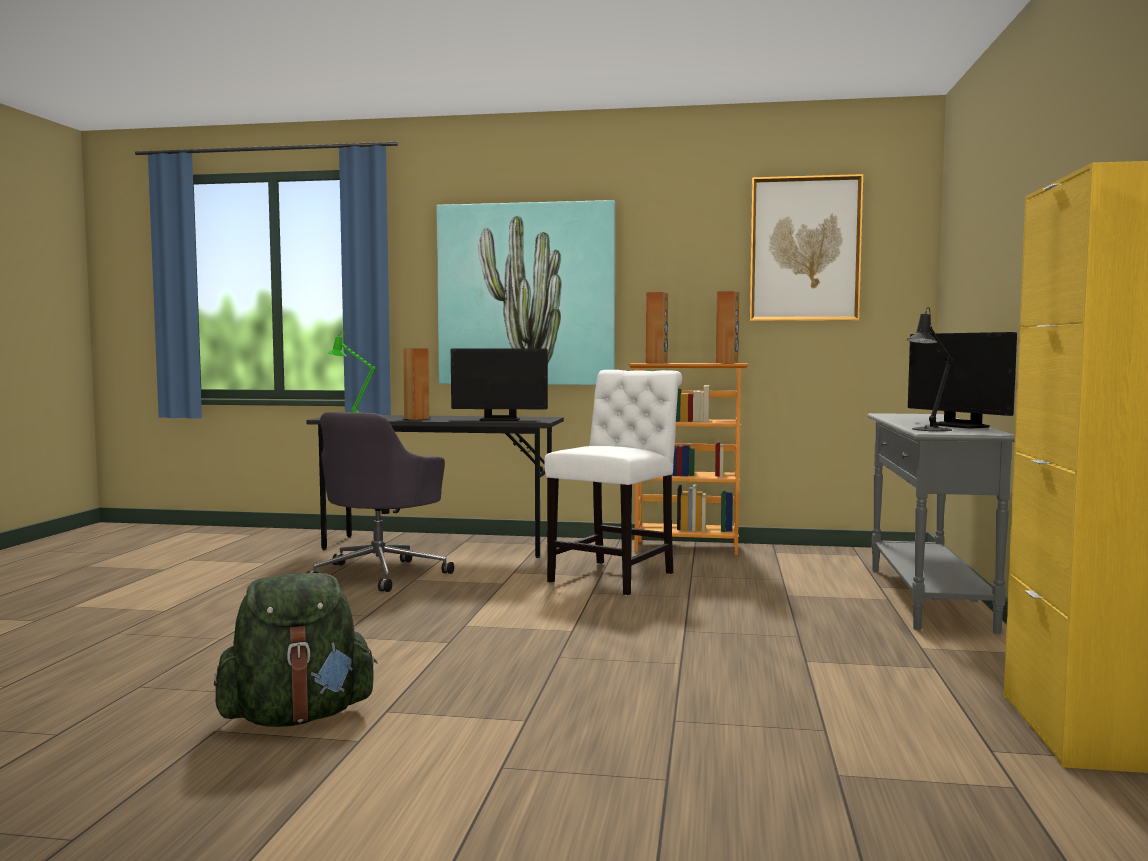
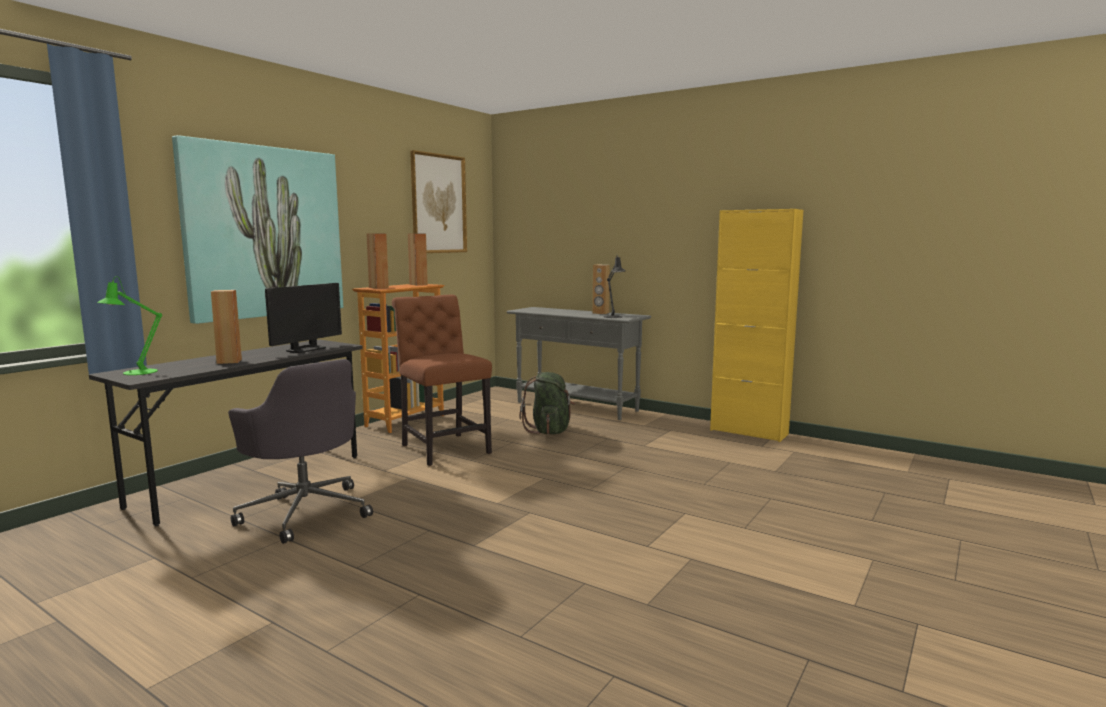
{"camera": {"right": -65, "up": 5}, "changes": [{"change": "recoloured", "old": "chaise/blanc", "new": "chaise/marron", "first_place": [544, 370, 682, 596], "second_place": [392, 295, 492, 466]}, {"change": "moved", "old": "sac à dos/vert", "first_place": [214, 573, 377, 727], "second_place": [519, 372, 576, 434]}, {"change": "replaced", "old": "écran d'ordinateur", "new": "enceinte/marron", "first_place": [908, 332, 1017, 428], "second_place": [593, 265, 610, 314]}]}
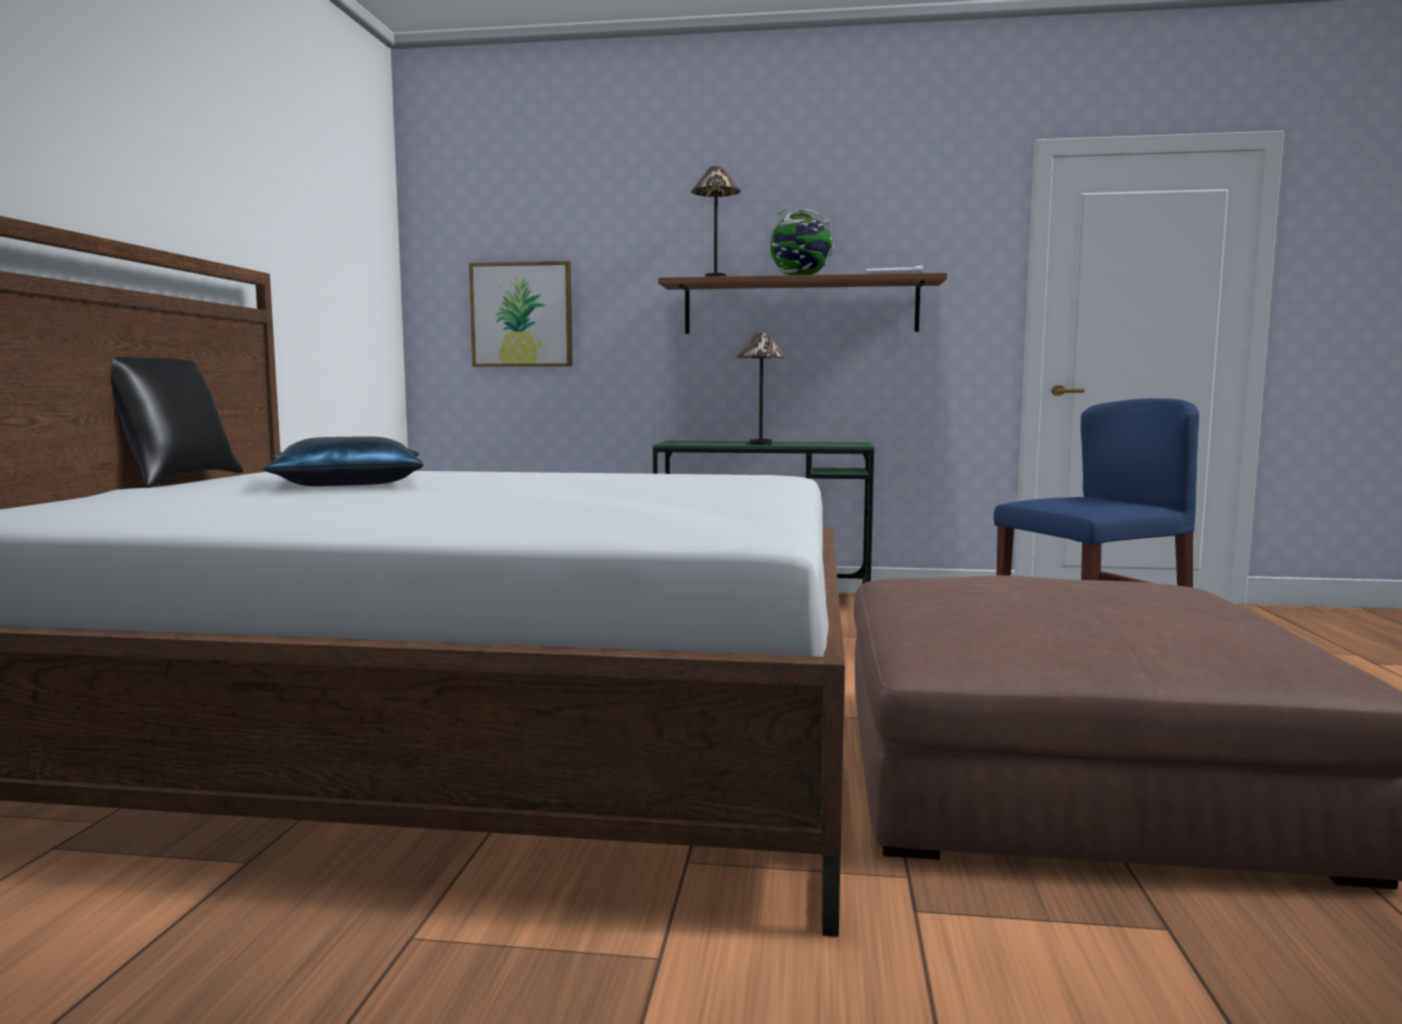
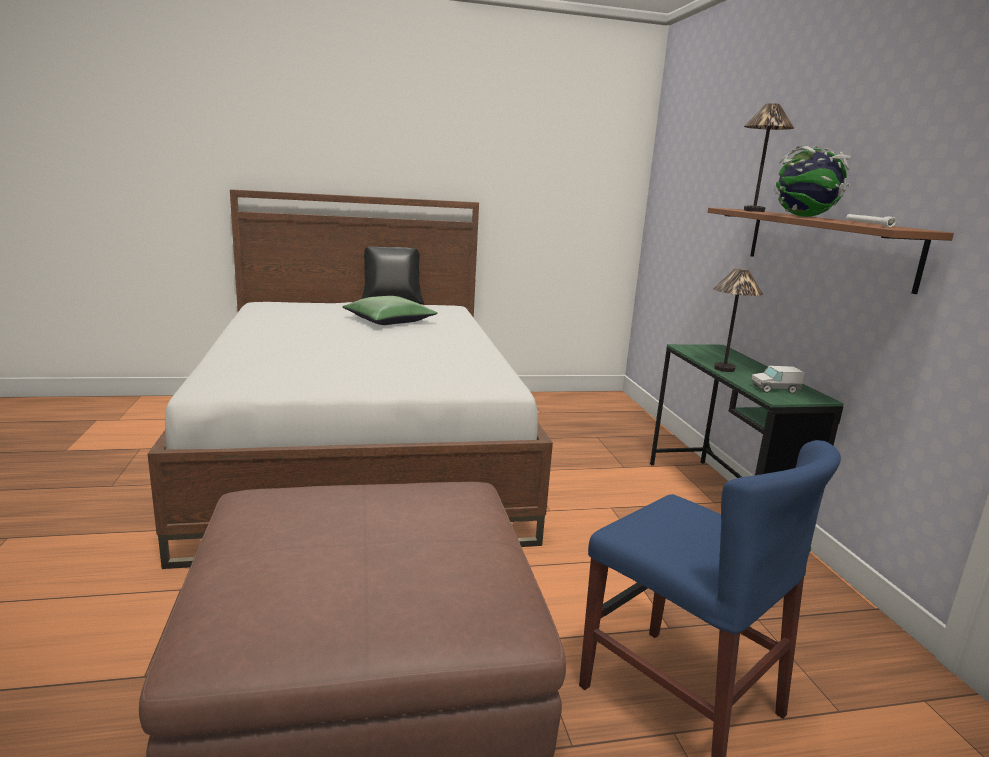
{"camera": {"right": 70, "up": 10}, "changes": [{"change": "recoloured", "old": "coussin/bleu", "new": "coussin/vert", "first_place": [263, 436, 424, 486], "second_place": [342, 296, 438, 325]}, {"change": "added", "new": "camion jouet", "second_place": [751, 366, 805, 393]}, {"change": "removed", "old": "tableau", "first_place": [469, 261, 573, 367]}]}
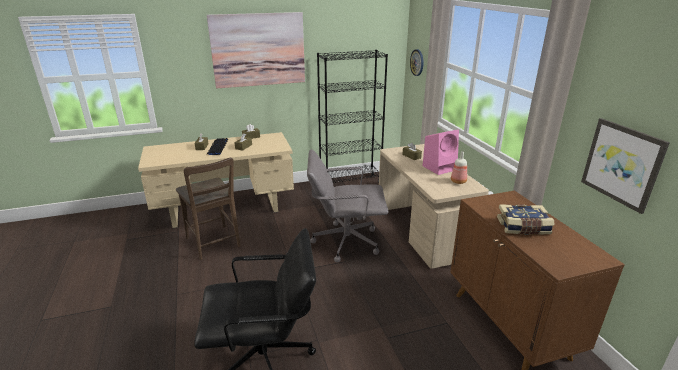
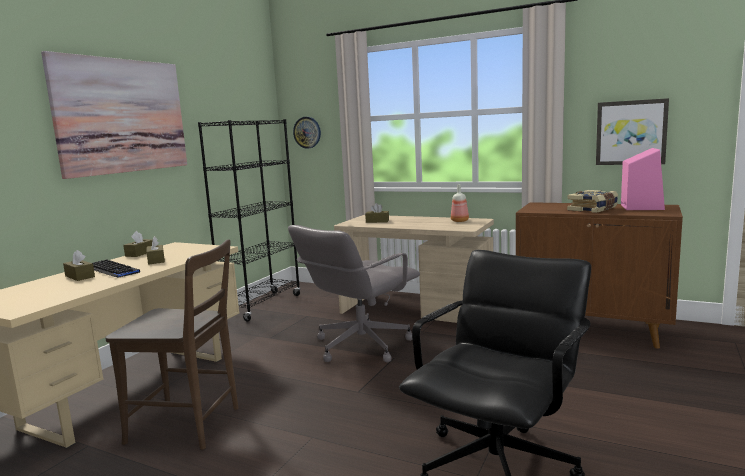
{"camera": {"right": -45, "up": -15}, "changes": [{"change": "moved", "old": "enceinte/rose", "first_place": [423, 129, 459, 175], "second_place": [621, 148, 665, 210]}]}
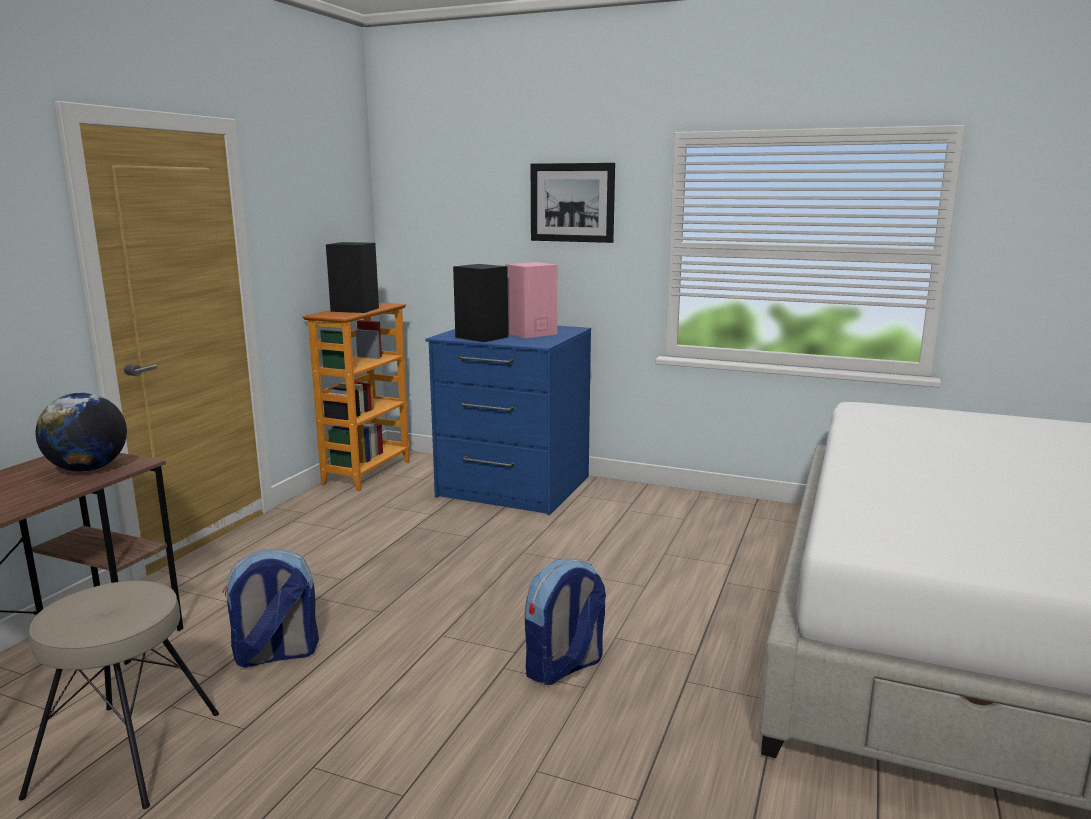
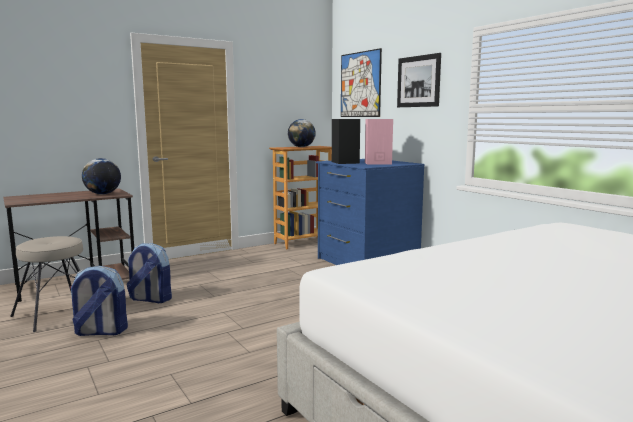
{"camera": {"right": 35, "up": -5}, "changes": [{"change": "moved", "old": "sac à dos", "first_place": [525, 559, 606, 685], "second_place": [70, 266, 128, 336]}, {"change": "replaced", "old": "enceinte/noir", "new": "globe", "first_place": [326, 242, 379, 313], "second_place": [288, 119, 316, 147]}, {"change": "added", "new": "tableau", "second_place": [341, 48, 382, 117]}]}
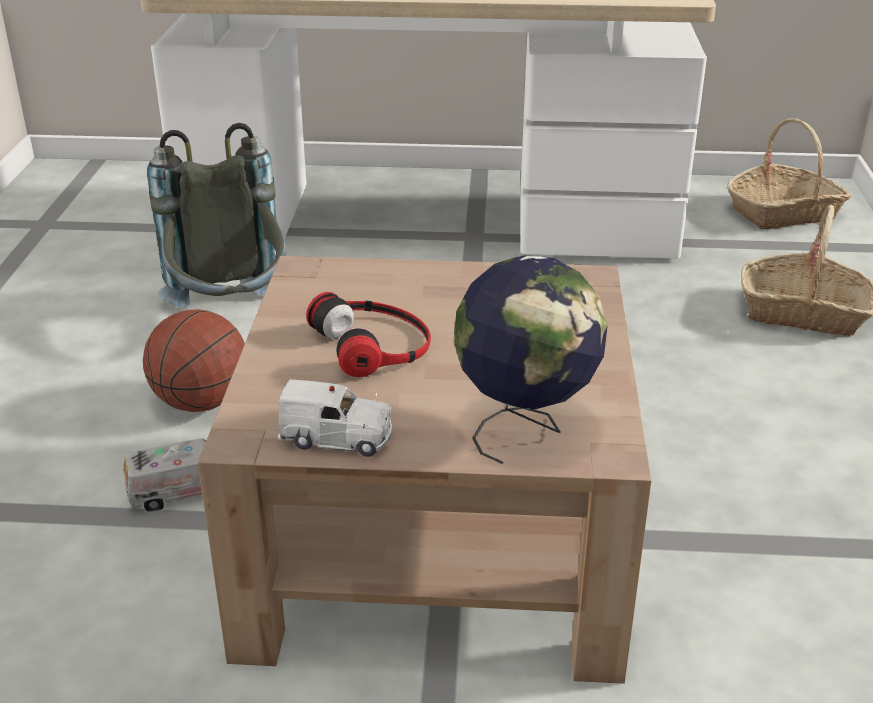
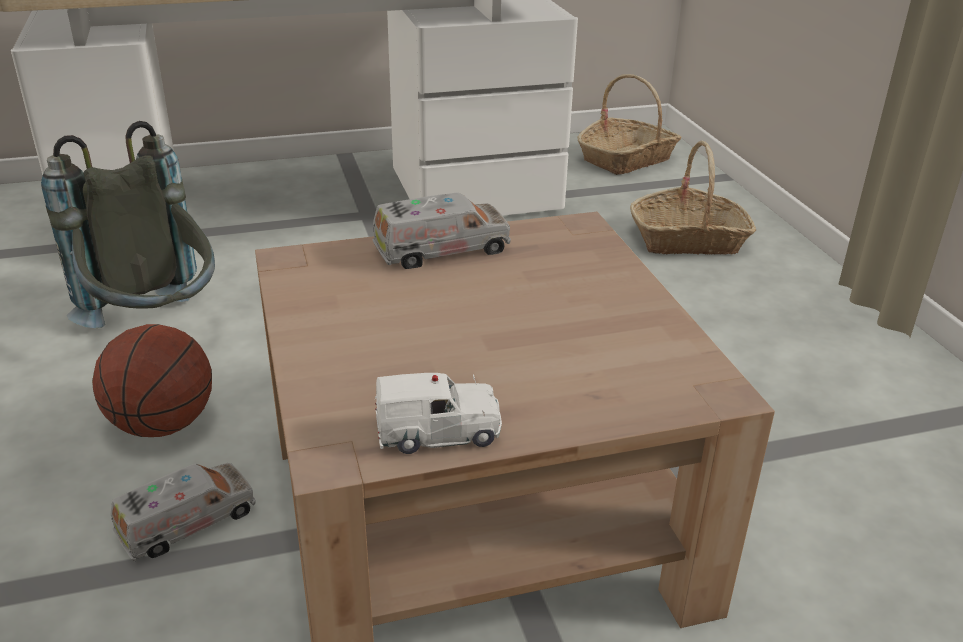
{"camera": {"right": -20, "up": 0}, "changes": [{"change": "added", "new": "camion jouet", "second_place": [372, 193, 511, 269]}, {"change": "removed", "old": "casque audio", "first_place": [306, 292, 431, 377]}, {"change": "removed", "old": "globe", "first_place": [453, 255, 608, 464]}]}
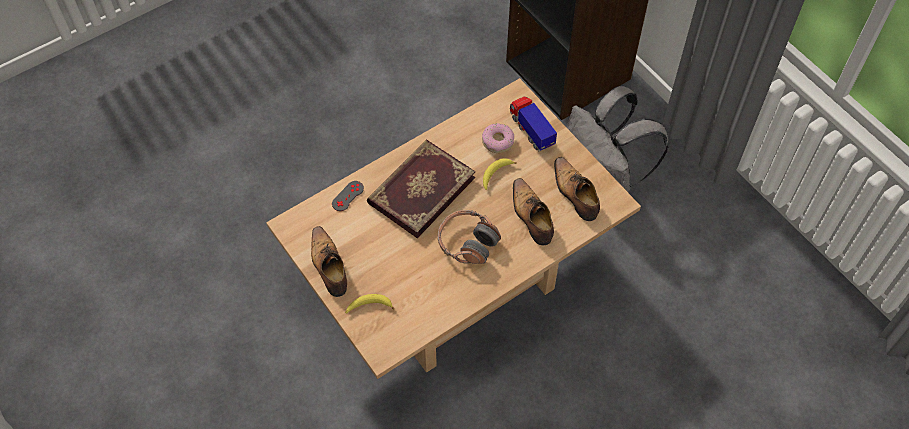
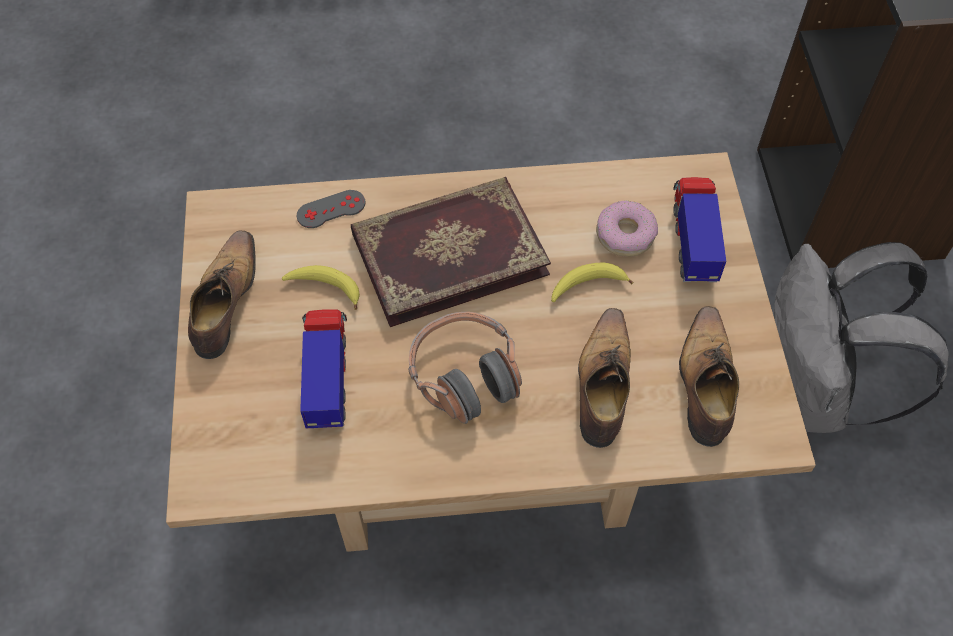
{"camera": {"right": 30, "up": 0}, "changes": [{"change": "moved", "old": "banane", "first_place": [345, 294, 394, 314], "second_place": [282, 265, 360, 310]}, {"change": "added", "new": "camion jouet", "second_place": [300, 309, 347, 428]}]}
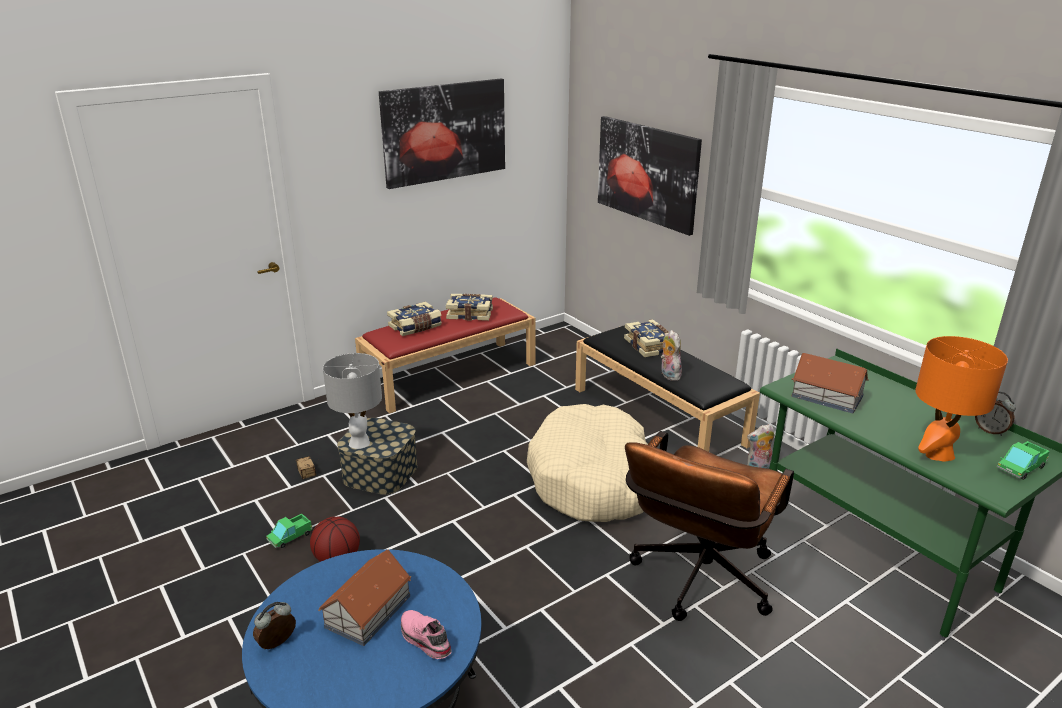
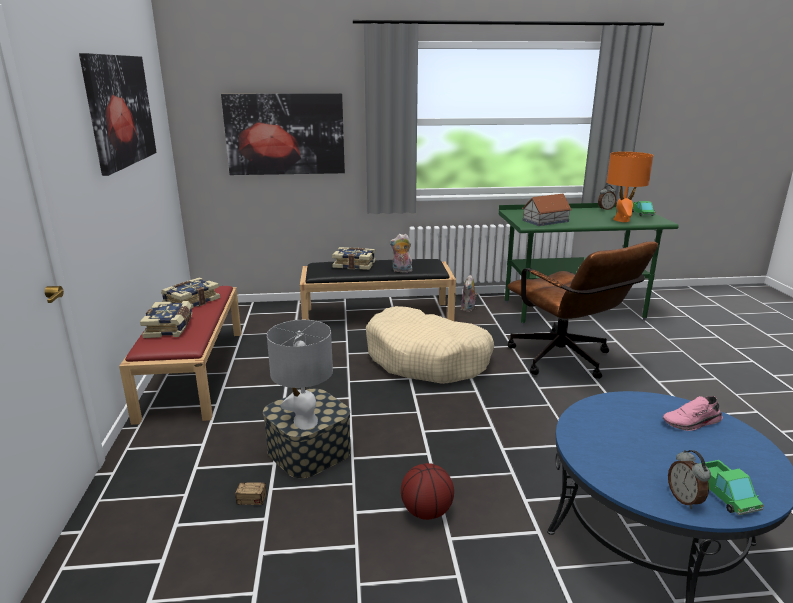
{"camera": {"right": -60, "up": -5}, "changes": [{"change": "moved", "old": "camion jouet", "first_place": [266, 514, 313, 548], "second_place": [699, 460, 764, 515]}, {"change": "removed", "old": "maison miniature", "first_place": [318, 550, 411, 646]}]}
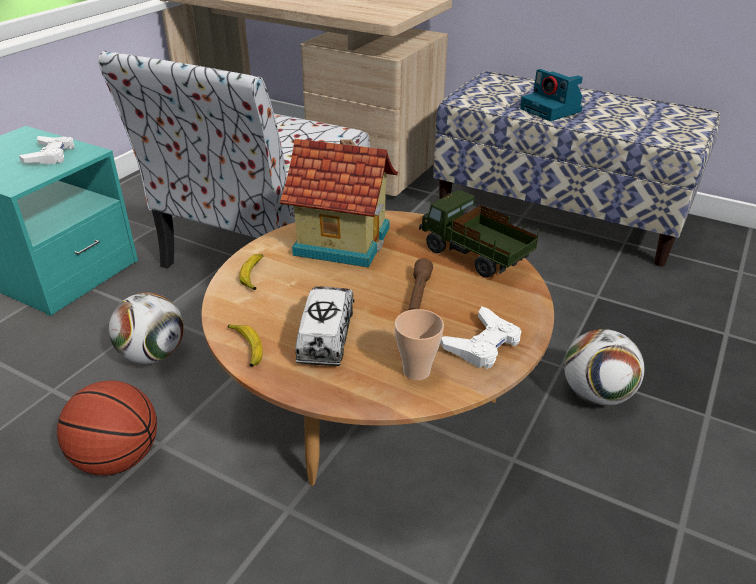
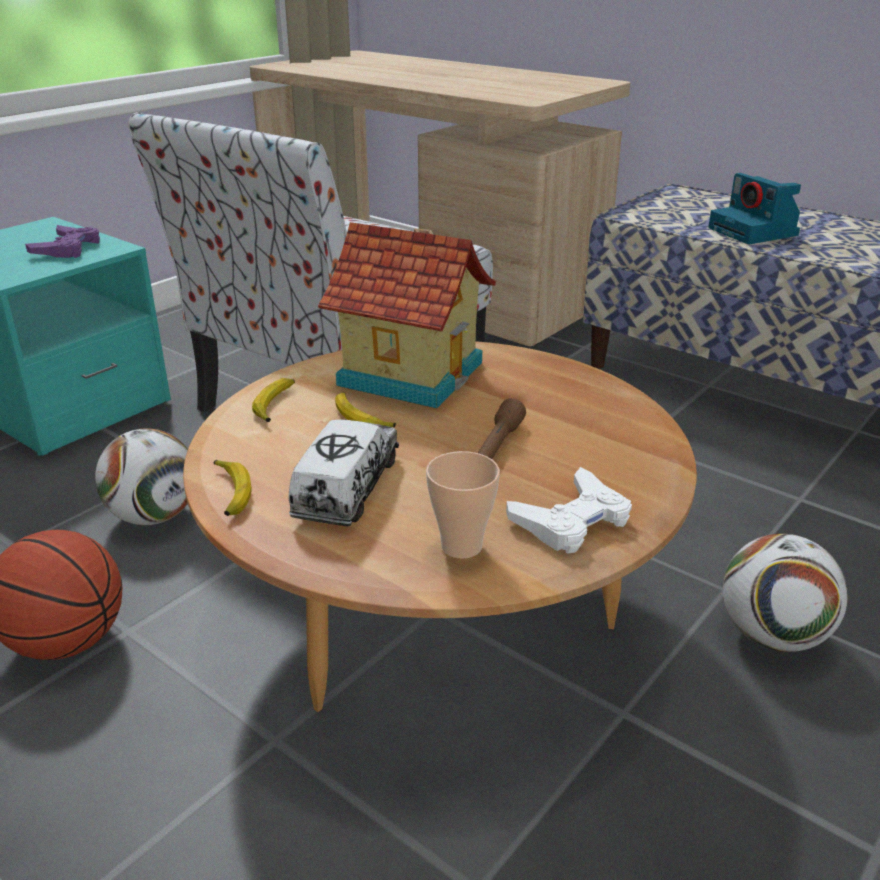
{"camera": {"right": 10, "up": -5}, "changes": [{"change": "recoloured", "old": "manette/blanc", "new": "manette/violet", "first_place": [19, 136, 74, 164], "second_place": [25, 225, 100, 258]}, {"change": "added", "new": "banane", "second_place": [335, 392, 396, 427]}, {"change": "removed", "old": "camion jouet", "first_place": [419, 190, 539, 278]}]}
